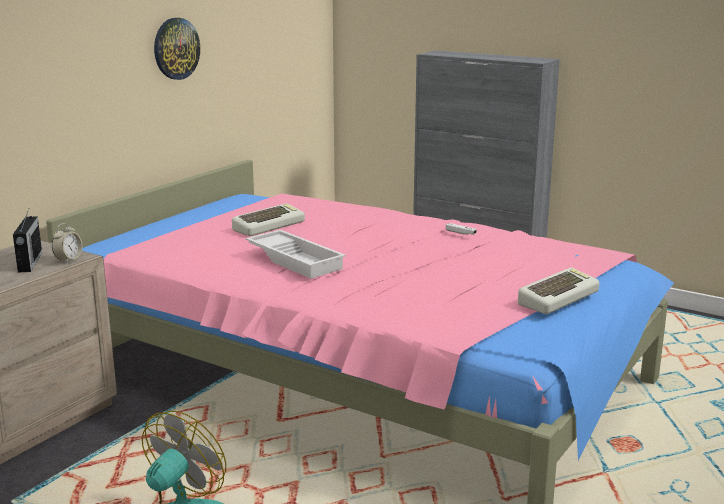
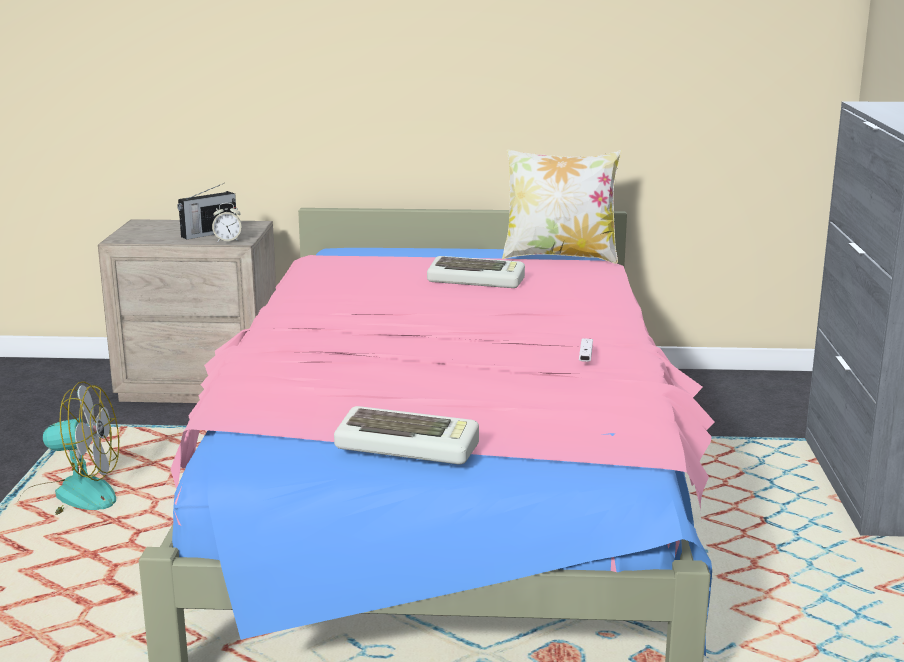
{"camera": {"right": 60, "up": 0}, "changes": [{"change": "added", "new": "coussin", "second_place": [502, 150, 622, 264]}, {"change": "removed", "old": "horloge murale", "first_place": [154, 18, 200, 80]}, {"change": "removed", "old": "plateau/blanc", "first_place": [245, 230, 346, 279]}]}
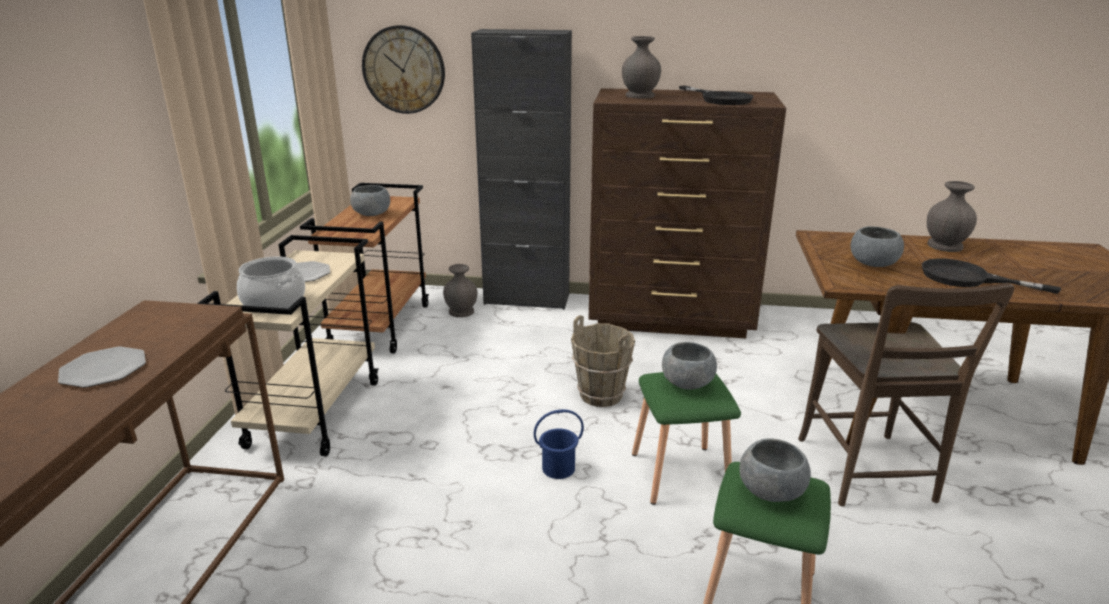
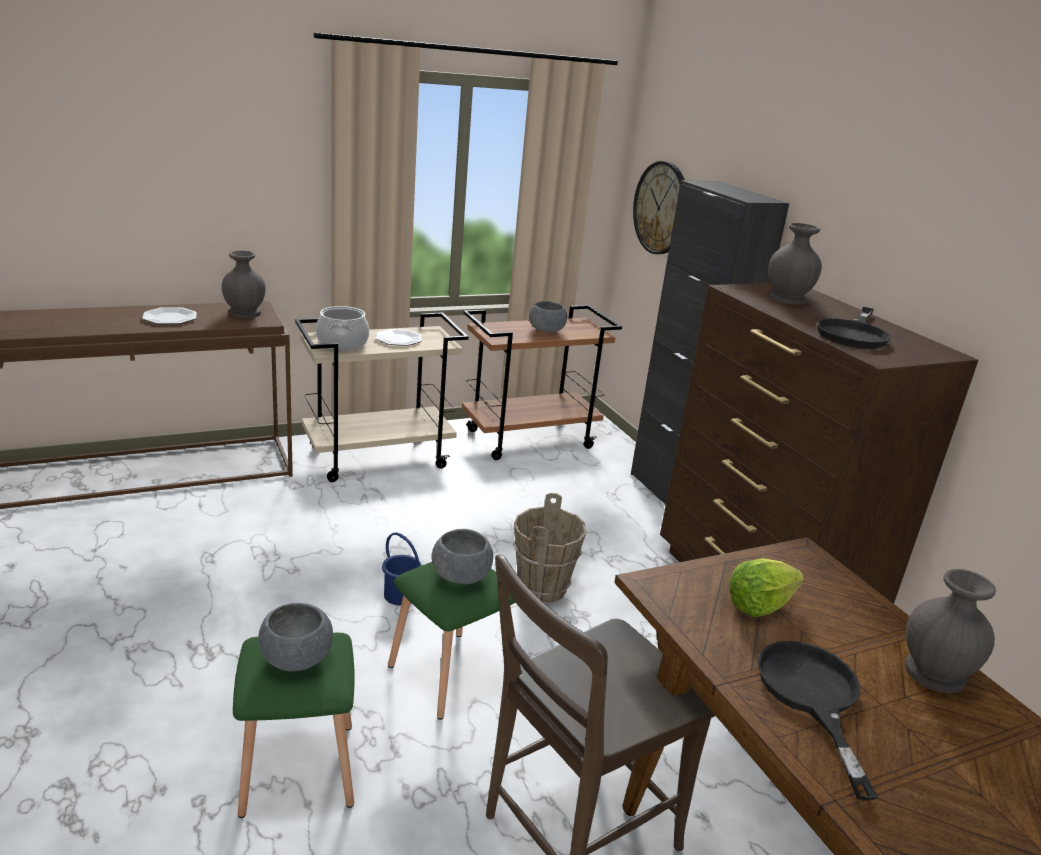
{"camera": {"right": 55, "up": 0}, "changes": [{"change": "moved", "old": "vase/gris", "first_place": [443, 264, 478, 317], "second_place": [222, 251, 266, 318]}, {"change": "replaced", "old": "bol/gris", "new": "laitue", "first_place": [851, 226, 904, 267], "second_place": [729, 558, 804, 617]}]}
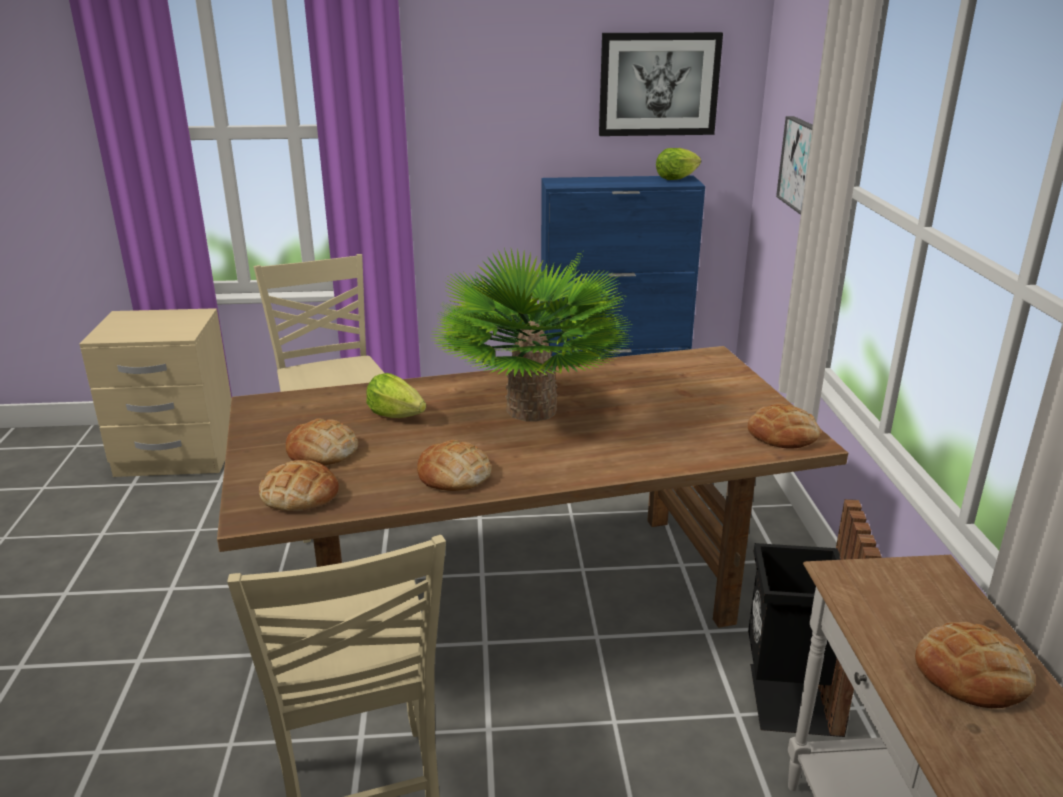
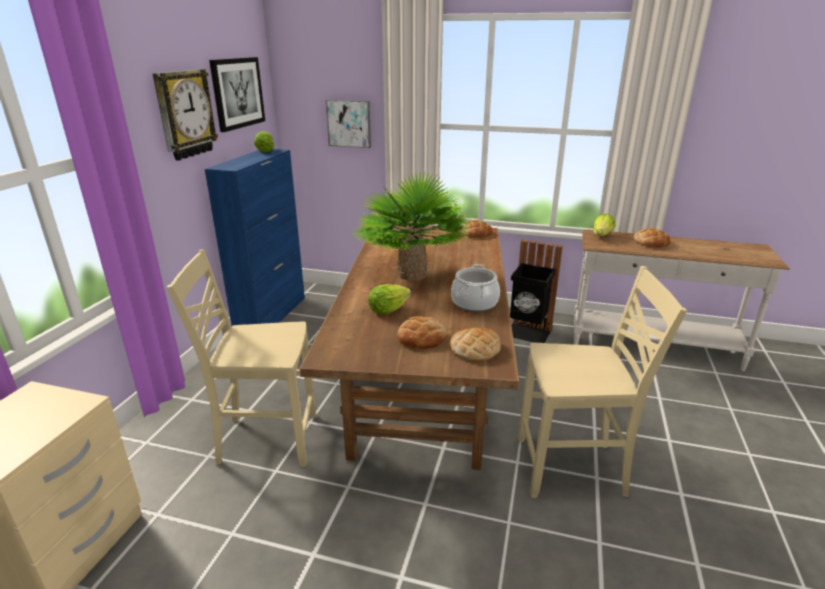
{"camera": {"right": -70, "up": 0}, "changes": [{"change": "added", "new": "horloge murale", "second_place": [153, 69, 218, 161]}, {"change": "replaced", "old": "pain", "new": "marmite", "first_place": [417, 440, 492, 491], "second_place": [451, 264, 500, 312]}, {"change": "added", "new": "laitue", "second_place": [593, 214, 615, 236]}]}
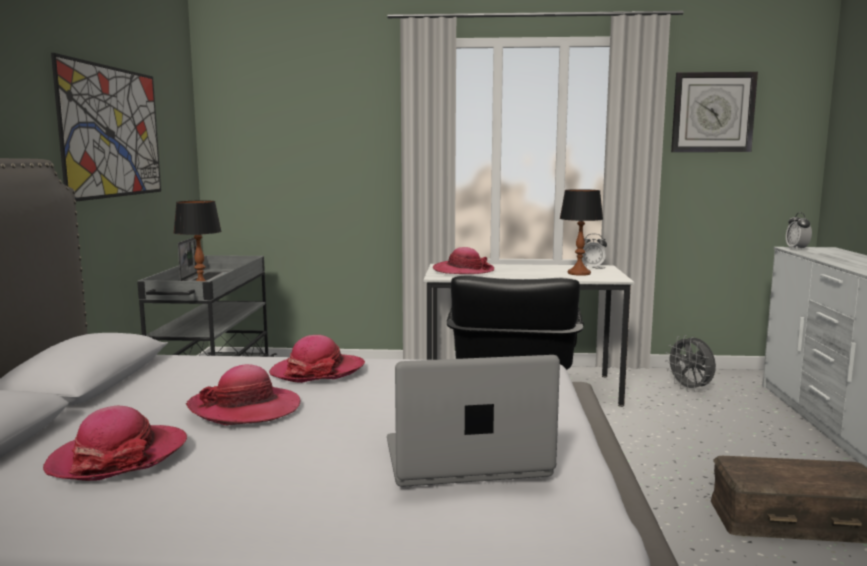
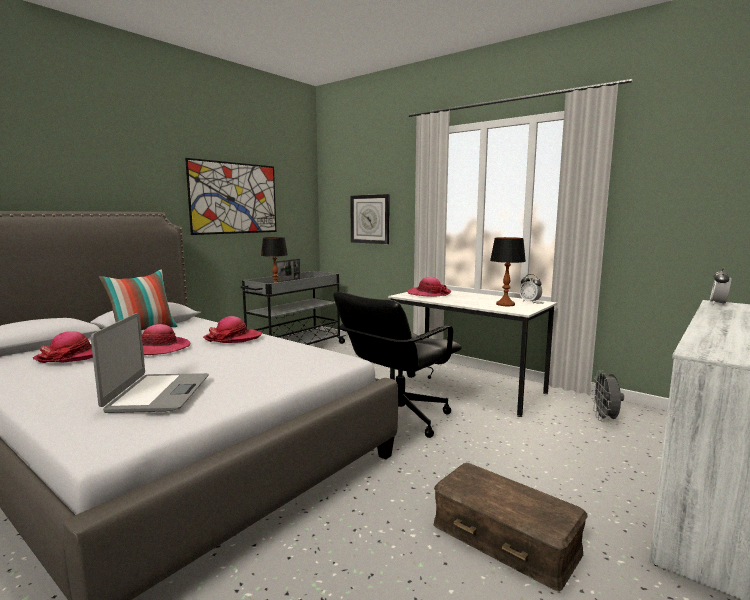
{"camera": {"right": 35, "up": 0}, "changes": [{"change": "turned", "old": "ordinateur portable", "first_place": [387, 355, 560, 487], "second_place": [91, 313, 209, 413], "degrees": 60}, {"change": "added", "new": "coussin", "second_place": [99, 269, 178, 330]}, {"change": "moved", "old": "horloge murale", "first_place": [671, 72, 758, 152], "second_place": [350, 194, 390, 244]}]}
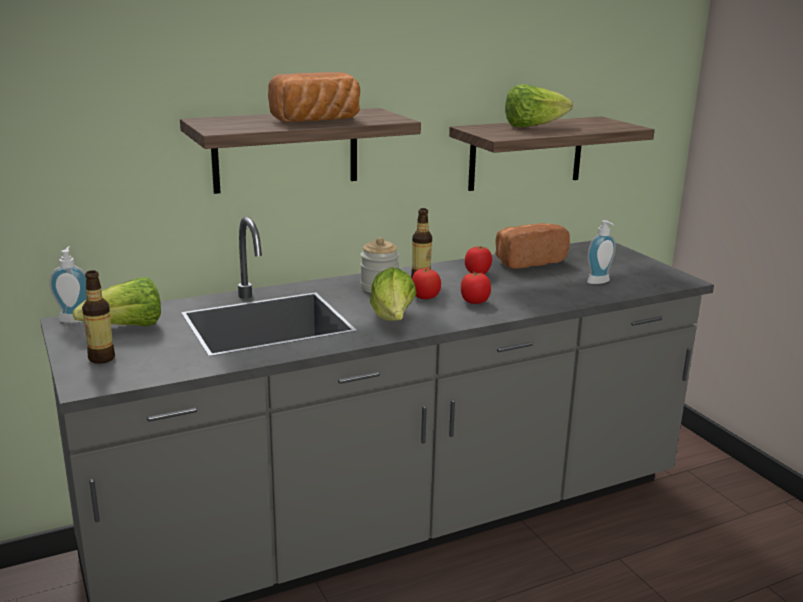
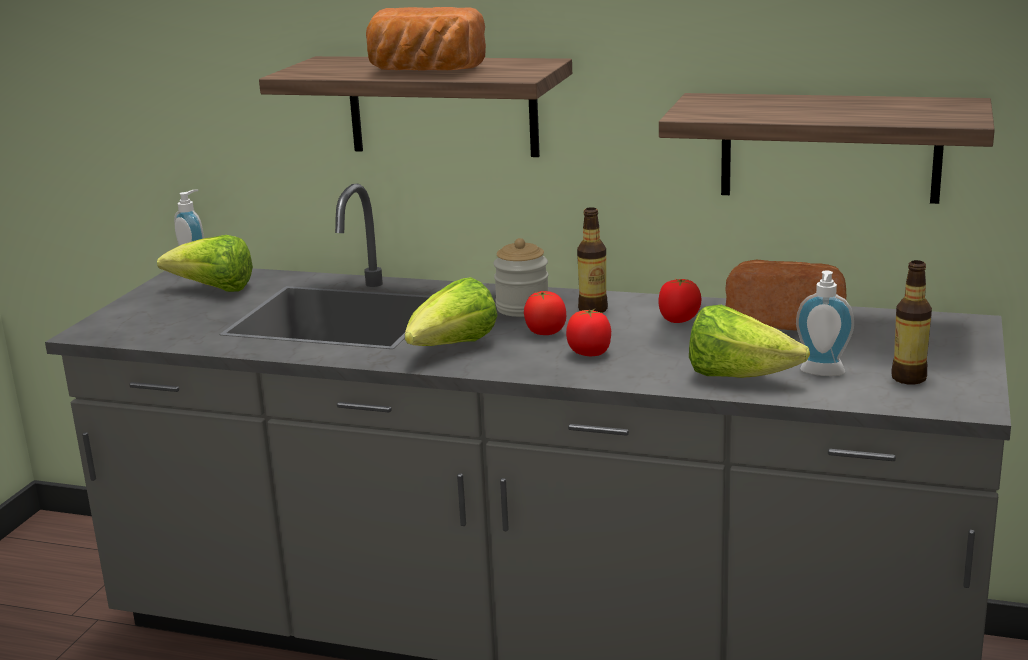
{"camera": {"right": 45, "up": 0}, "changes": [{"change": "moved", "old": "laitue", "first_place": [505, 84, 573, 127], "second_place": [689, 305, 810, 378]}, {"change": "moved", "old": "bouteille", "first_place": [82, 270, 115, 364], "second_place": [891, 260, 932, 384]}]}
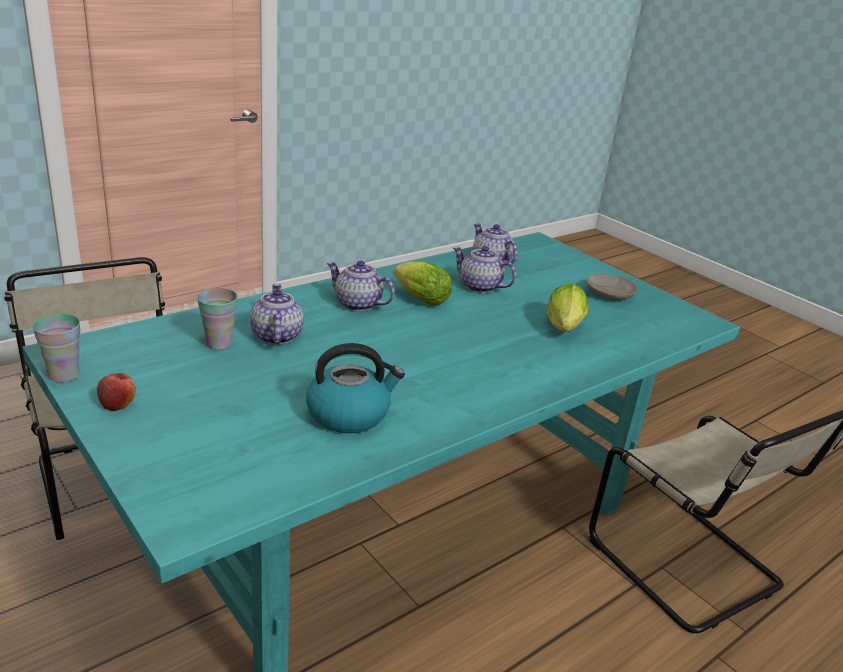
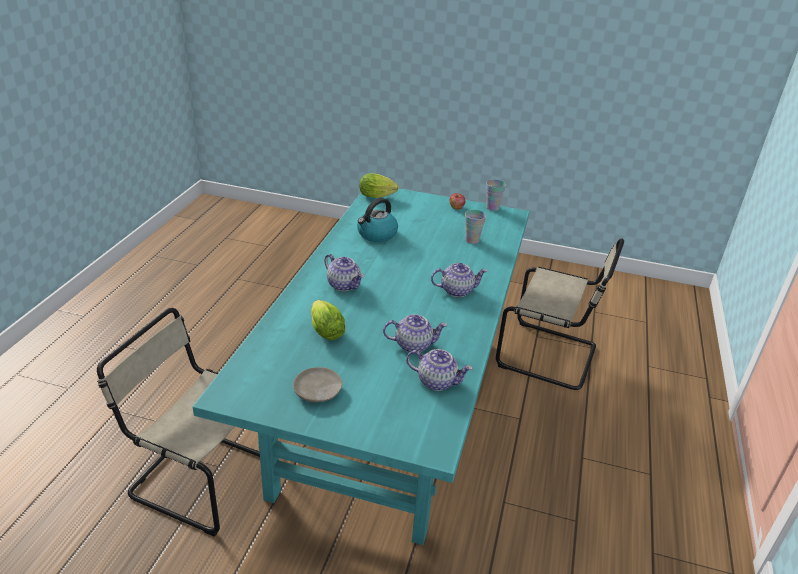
{"camera": {"right": 145, "up": 5}, "changes": [{"change": "moved", "old": "théière", "first_place": [250, 284, 304, 345], "second_place": [324, 254, 364, 291]}, {"change": "moved", "old": "laitue", "first_place": [393, 261, 452, 305], "second_place": [360, 173, 399, 198]}]}
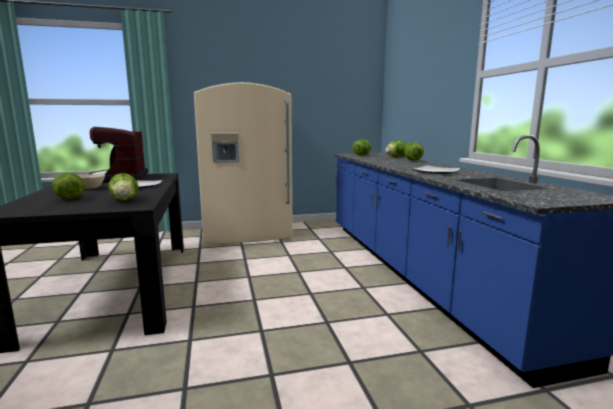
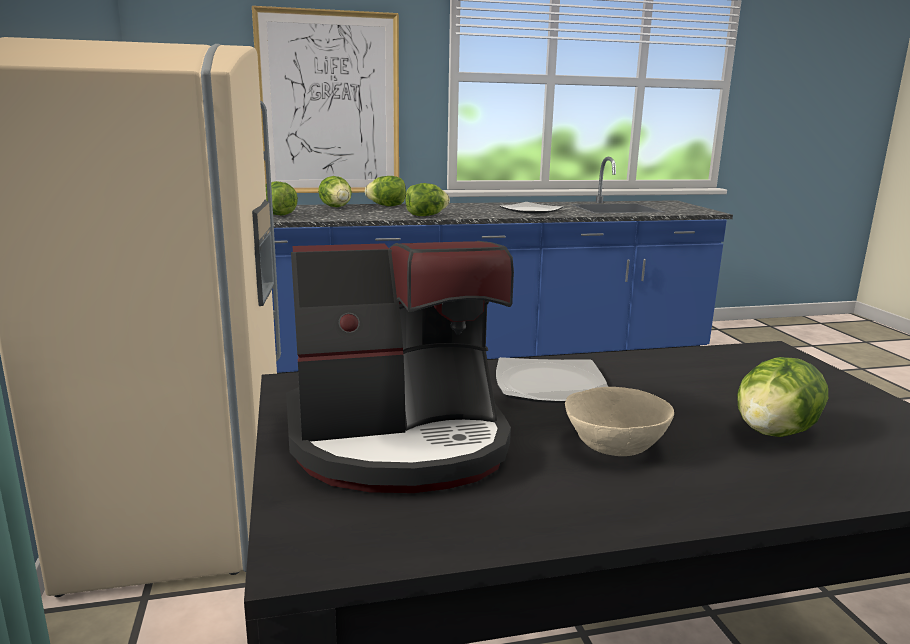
{"camera": {"right": -90, "up": 5}, "changes": [{"change": "added", "new": "tableau", "second_place": [252, 6, 399, 193]}, {"change": "moved", "old": "laitue", "first_place": [108, 173, 139, 201], "second_place": [405, 183, 450, 216]}]}
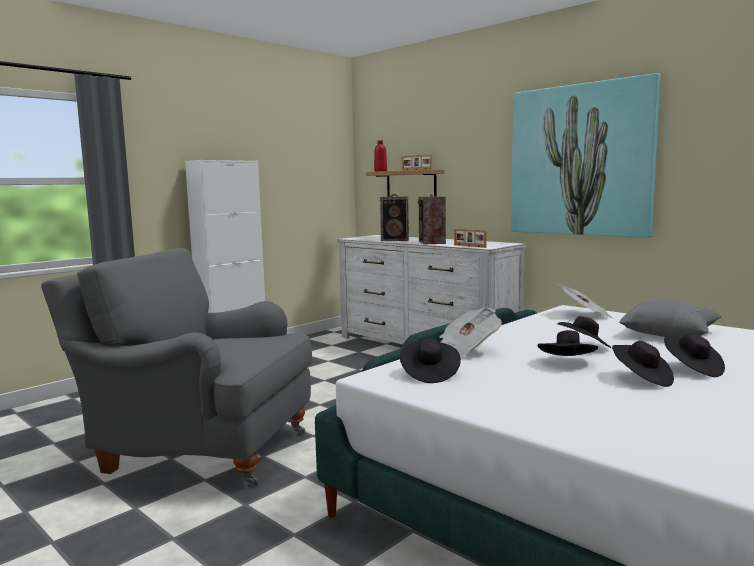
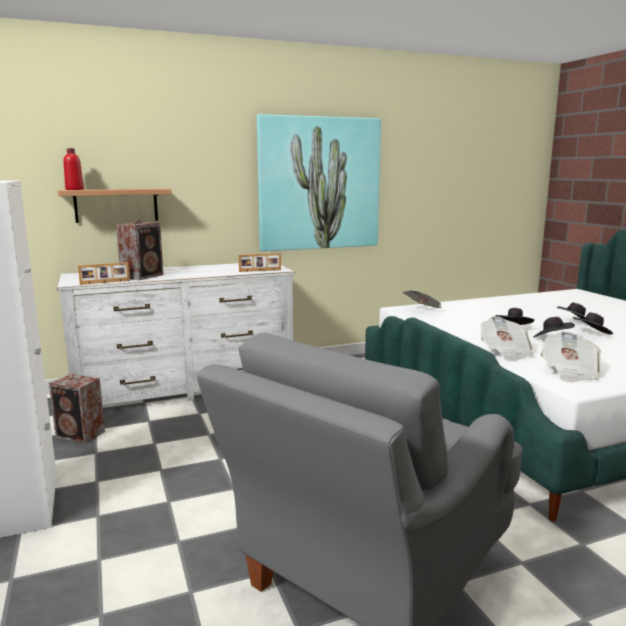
{"camera": {"right": -65, "up": 5}, "changes": [{"change": "moved", "old": "enceinte", "first_place": [418, 194, 446, 244], "second_place": [49, 374, 105, 444]}, {"change": "moved", "old": "cadre photo", "first_place": [402, 155, 432, 170], "second_place": [78, 262, 130, 285]}, {"change": "replaced", "old": "chapeau/noir", "new": "journal", "first_place": [400, 338, 461, 383], "second_place": [541, 331, 601, 382]}, {"change": "removed", "old": "coussin/gris", "first_place": [619, 299, 722, 337]}]}
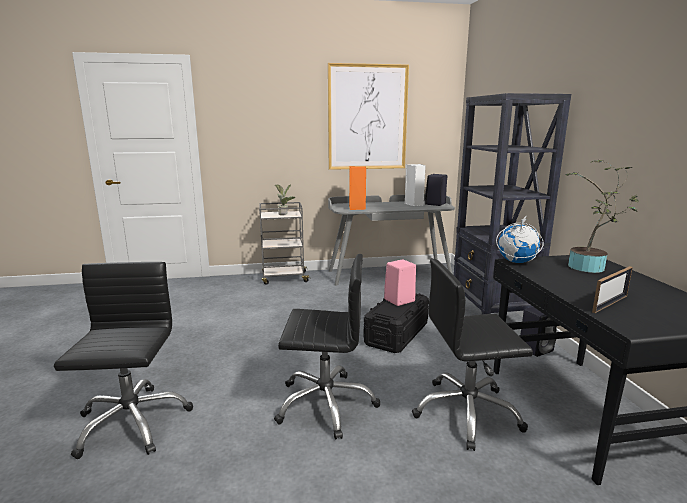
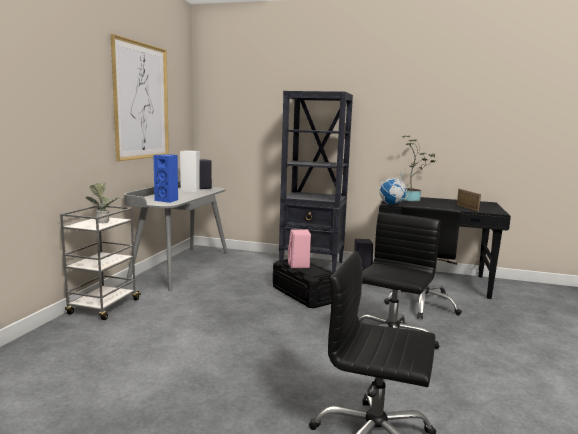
{"camera": {"right": -65, "up": -5}, "changes": [{"change": "recoloured", "old": "enceinte/orange", "new": "enceinte/bleu", "first_place": [349, 166, 366, 210], "second_place": [154, 154, 178, 203]}]}
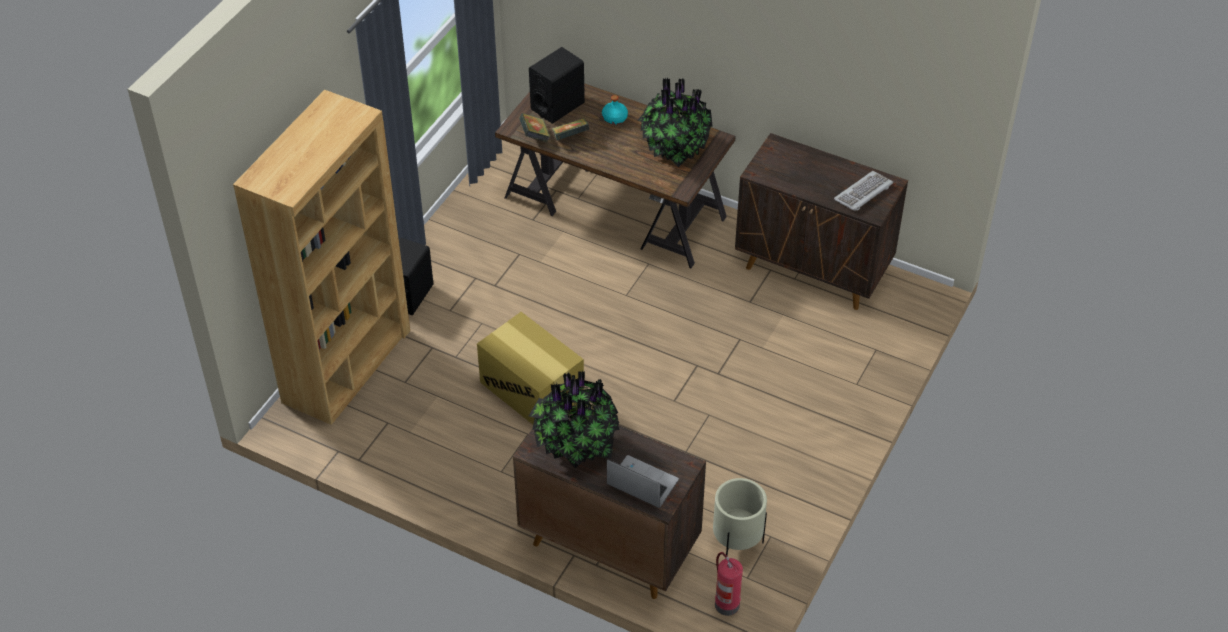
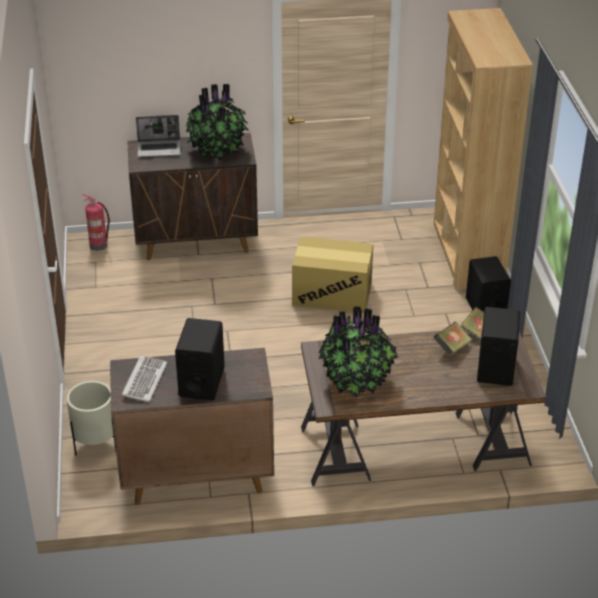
{"camera": {"right": 145, "up": -10}, "changes": [{"change": "moved", "old": "cache-pot/beige", "first_place": [713, 478, 767, 556], "second_place": [66, 381, 116, 455]}, {"change": "added", "new": "enceinte/noir", "second_place": [175, 318, 225, 400]}, {"change": "removed", "old": "bouteille/turquoise", "first_place": [602, 95, 628, 125]}]}
